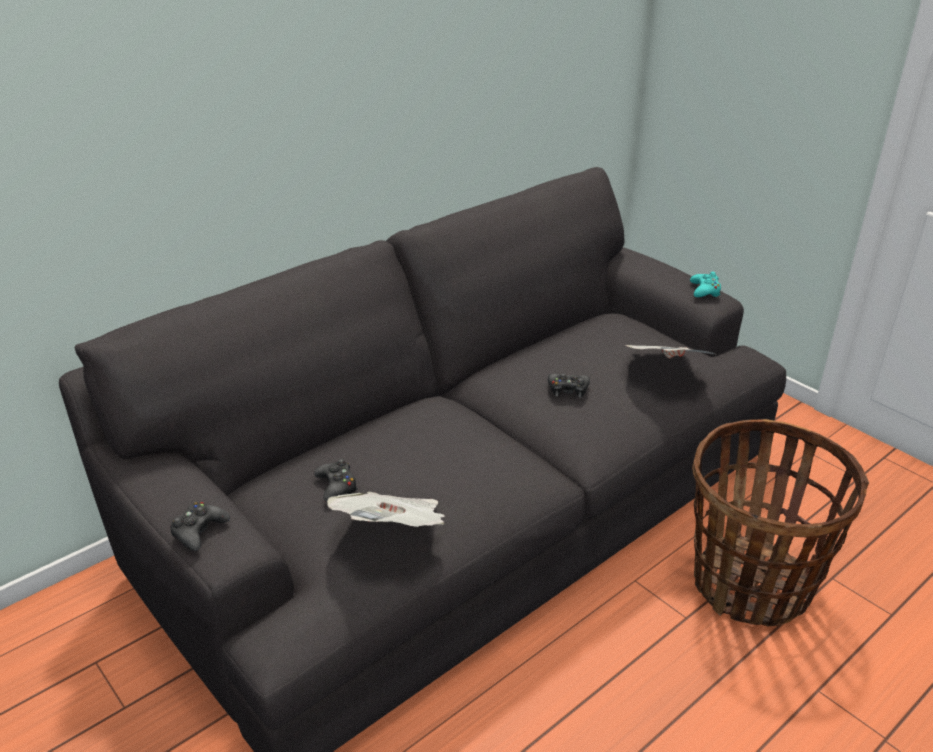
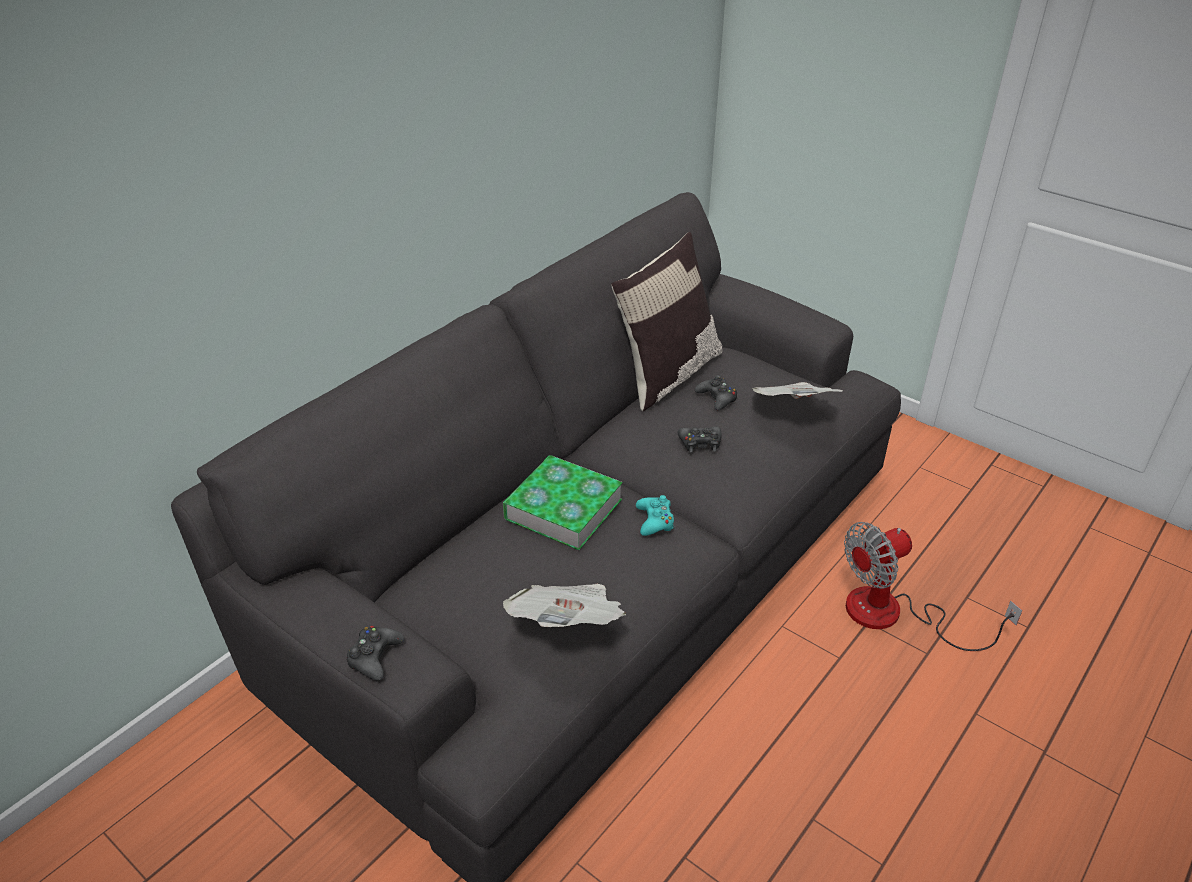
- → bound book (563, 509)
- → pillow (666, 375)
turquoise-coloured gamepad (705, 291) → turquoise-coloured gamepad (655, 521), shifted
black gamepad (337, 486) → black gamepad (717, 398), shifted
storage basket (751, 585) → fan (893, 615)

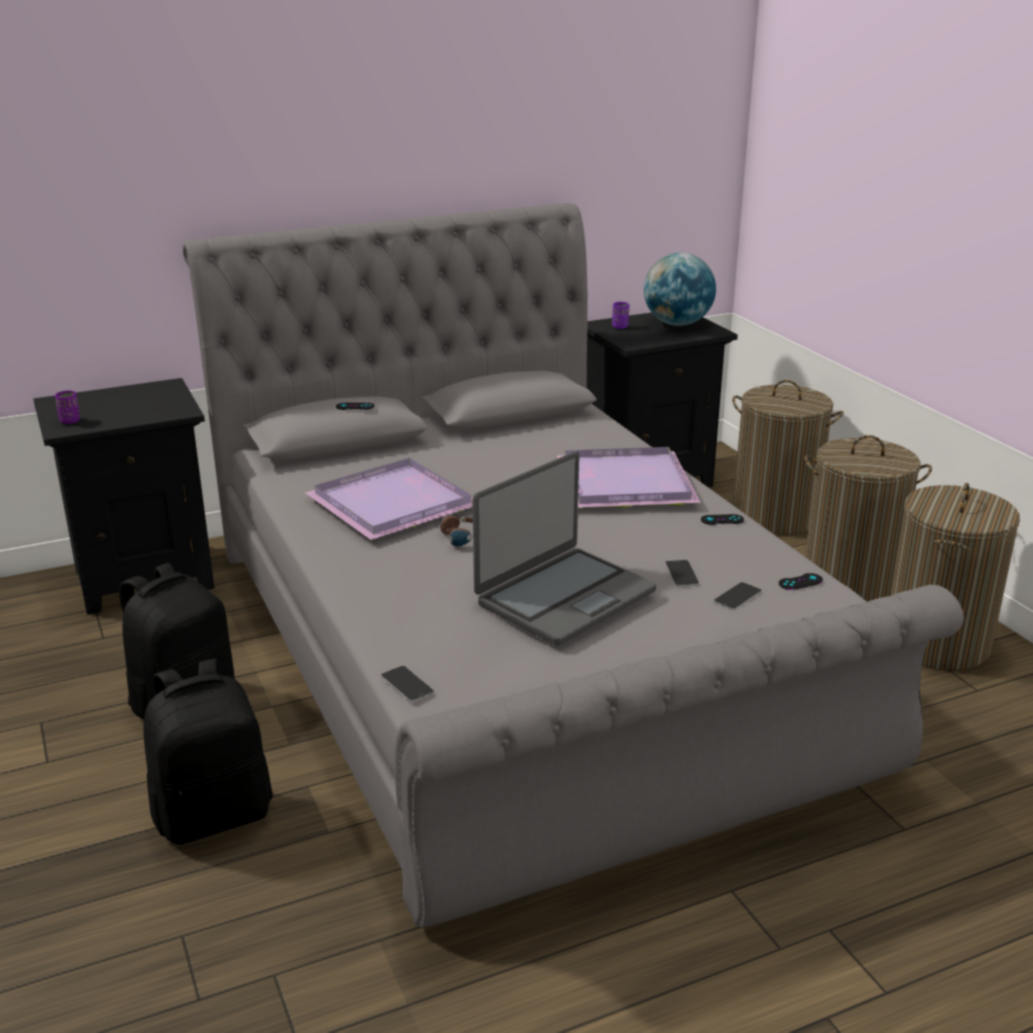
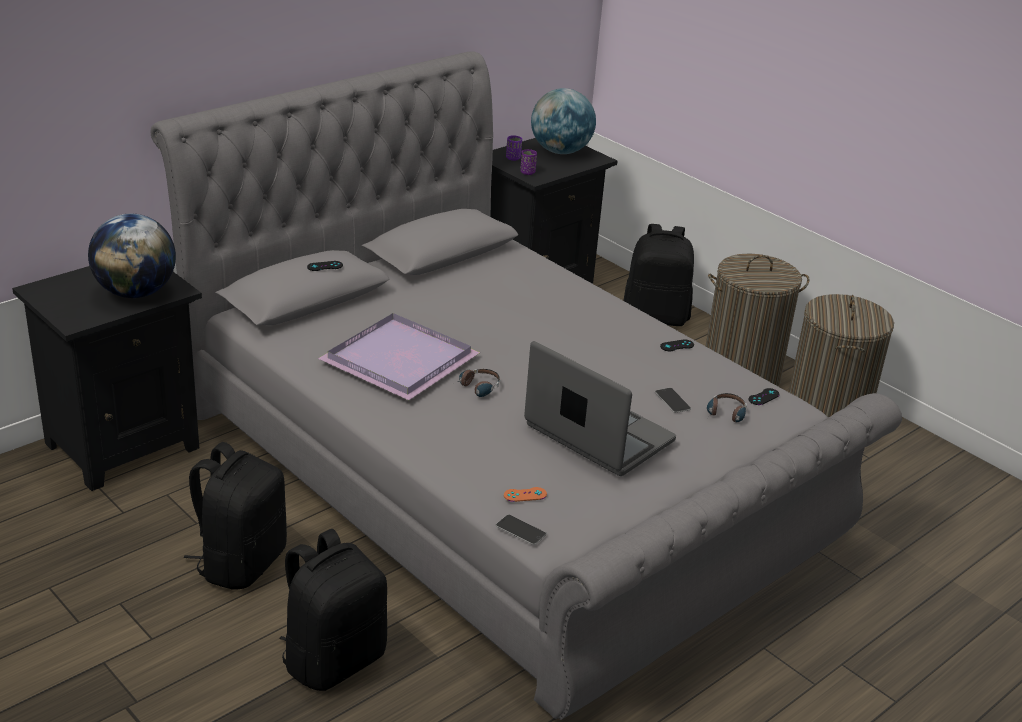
- → world globe (135, 292)
- → orange-coloured gamepad (525, 495)
purple-coloured small cup (70, 421) → purple-coloured small cup (527, 172), shifted
portable computer (564, 596) → portable computer (598, 434), 75 degrees counterclockwise
washing basket (775, 516) → black knapsack (656, 317)
phone (737, 596) → pair of headphones (725, 416)
purple-coloured carrying tray (622, 482) → -

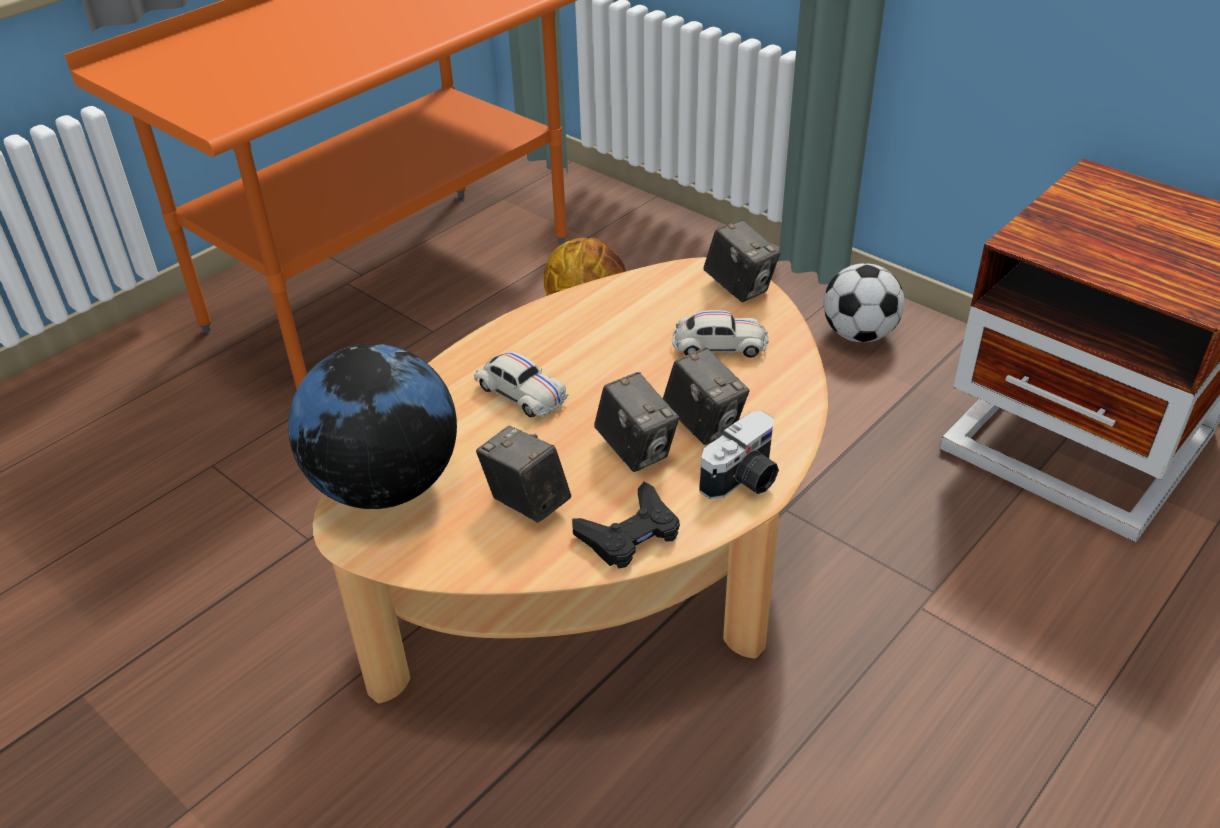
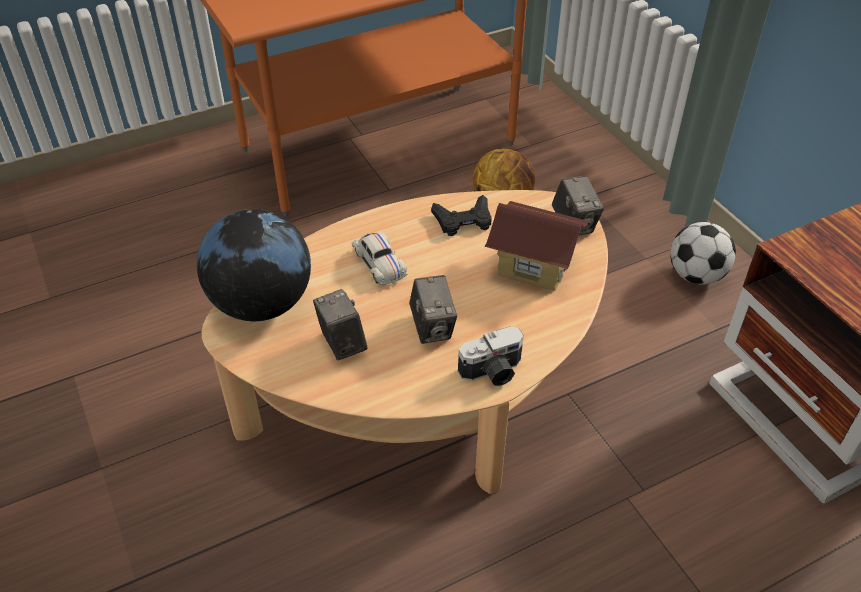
black gamepad (629, 534) → black gamepad (463, 220), shifted
white miniature car (719, 345) → toy house (533, 266)
still camera (703, 424) → -

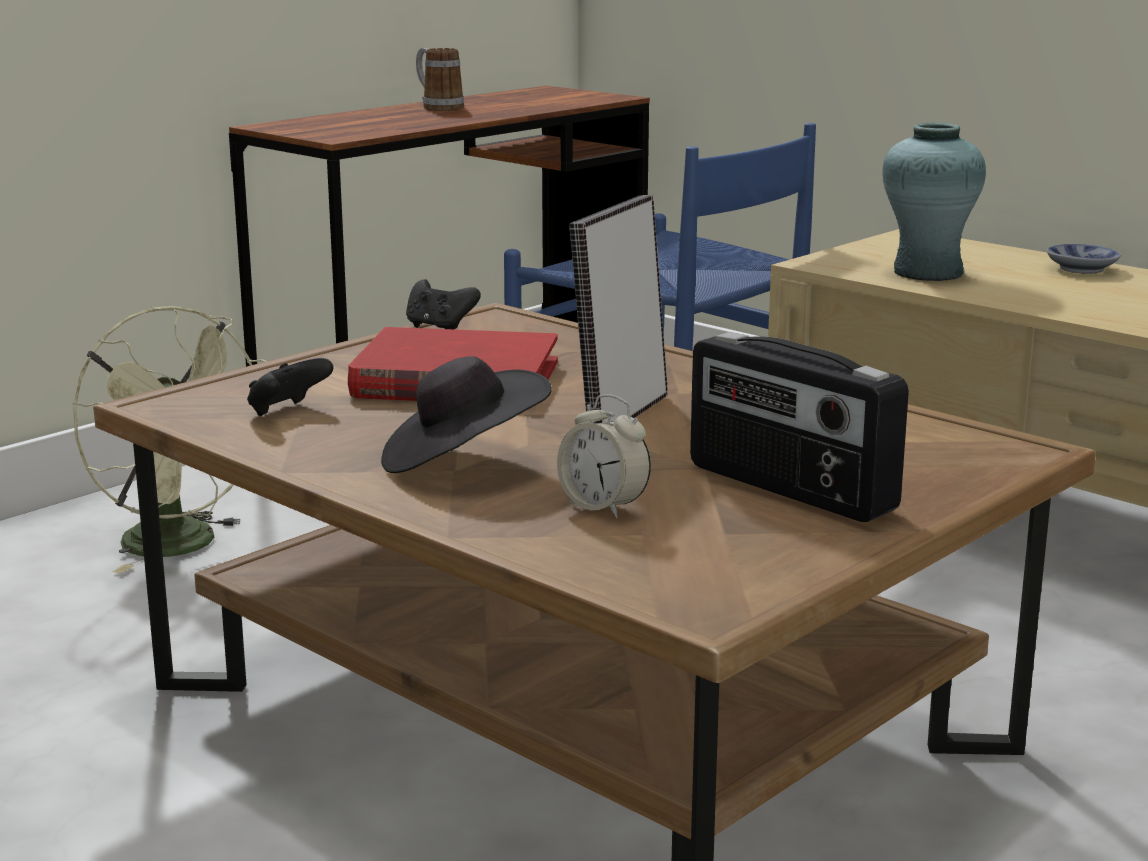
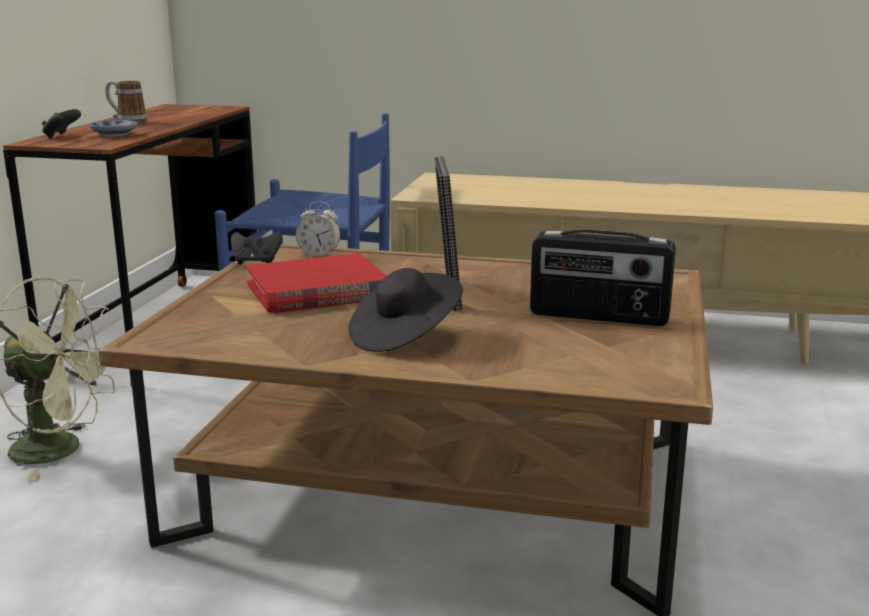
black gamepad (287, 412) → black gamepad (61, 136), shifted
bowl (1082, 269) → bowl (114, 135), shifted
bedside clock (603, 507) → bedside clock (319, 255), shifted
turquoise-coloured decorative vase (927, 273) → -

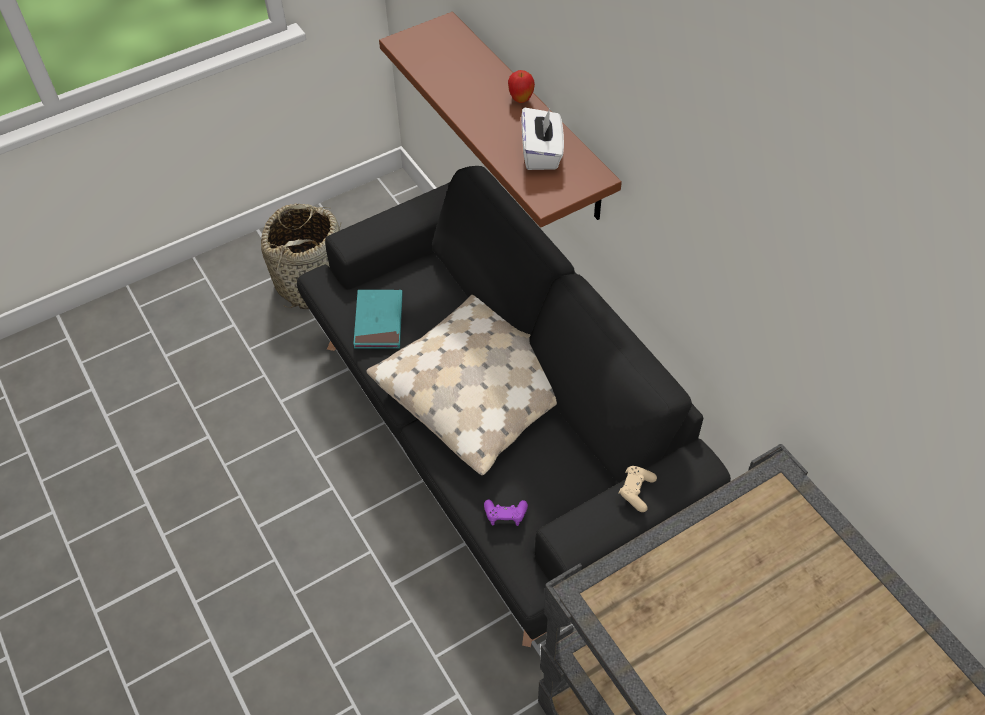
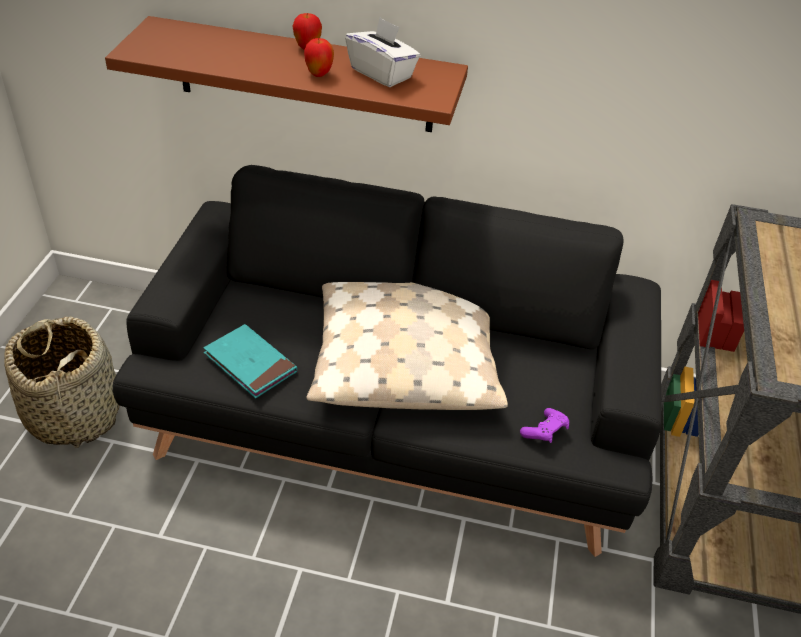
- → apple fruit (319, 74)
beige gamepad (636, 491) → -

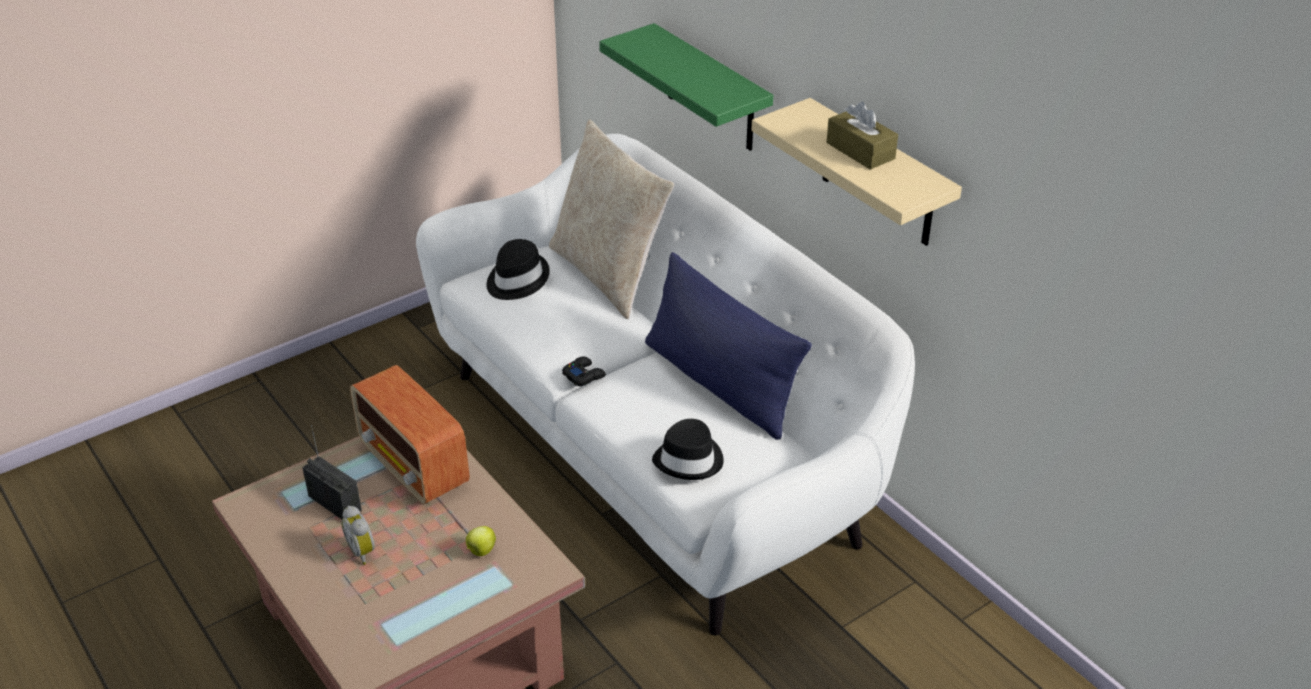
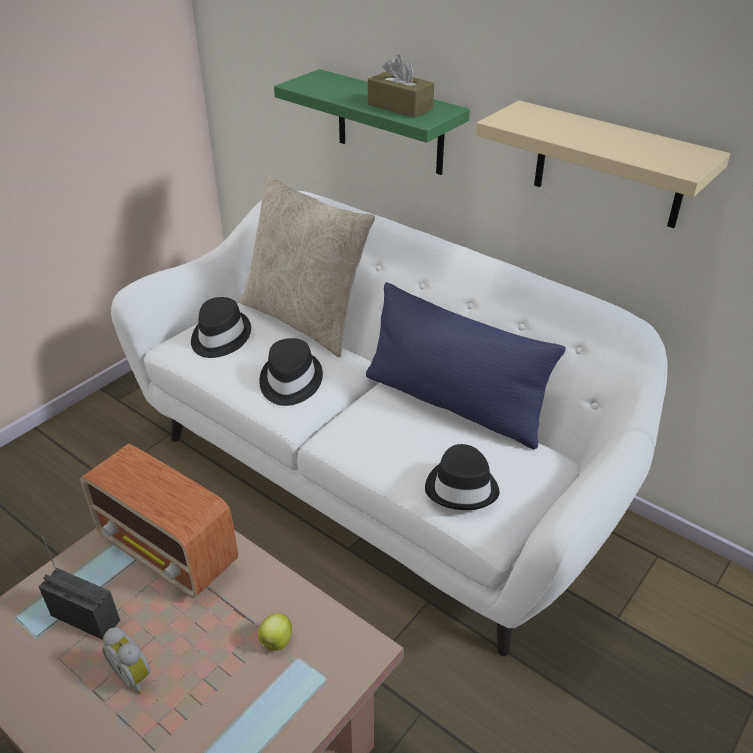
- → black hat (289, 381)
brown-coloured box of tissues (860, 151) → brown-coloured box of tissues (400, 107), shifted
black gamepad (584, 375) → -

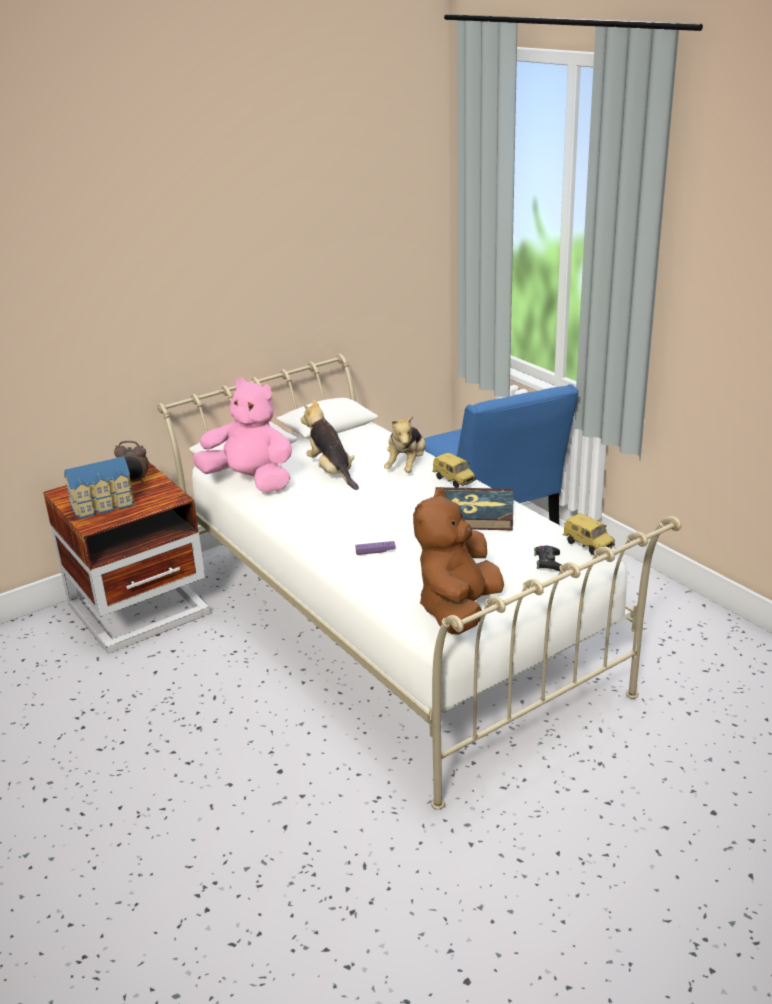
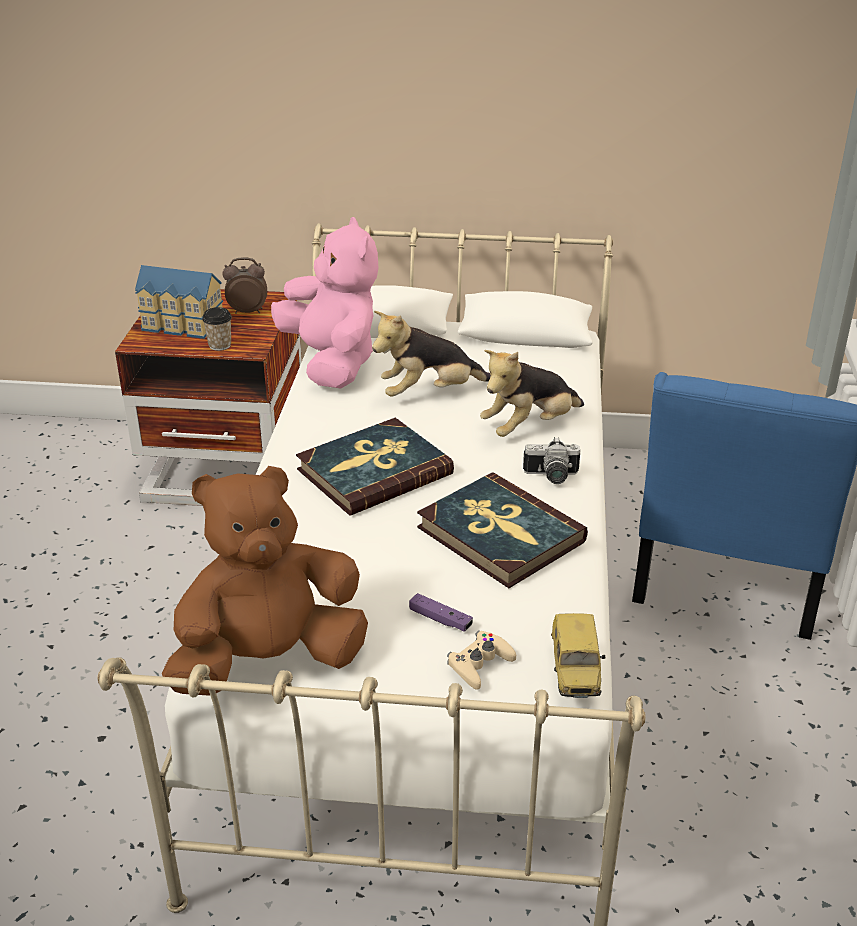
- → small cup (220, 345)
bedside clock (134, 481) → bedside clock (247, 311), 135 degrees clockwise
- → bound book (374, 471)
soft toy (332, 472) → soft toy (429, 393), 120 degrees counterclockwise
purple-coloured gamepad (375, 552) → purple-coloured gamepad (440, 619), shifted
black gamepad (548, 562) → beige gamepad (480, 664)
miniature car (455, 481) → still camera (551, 477)

